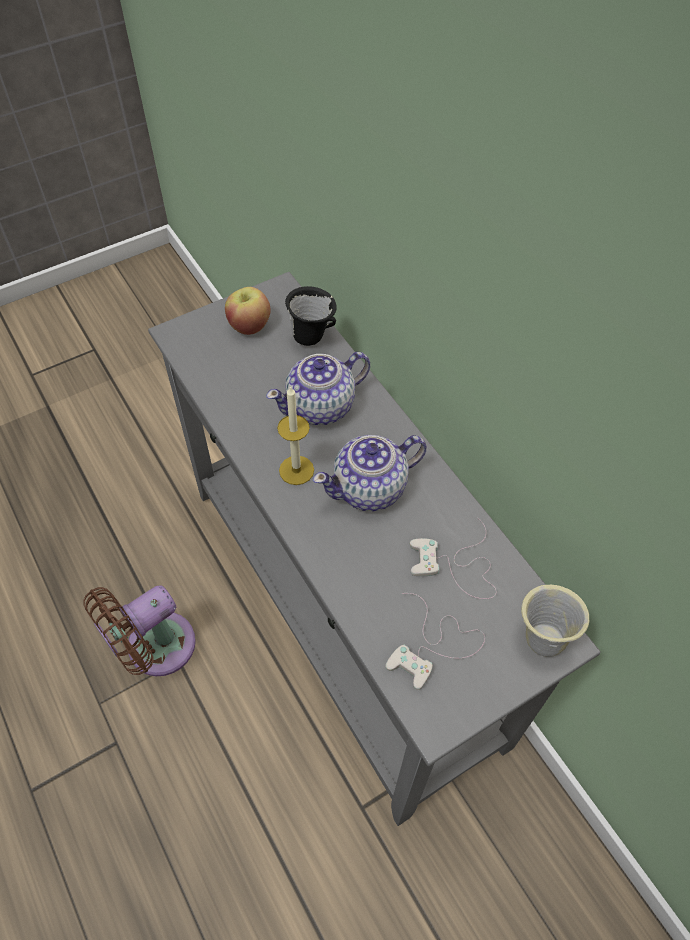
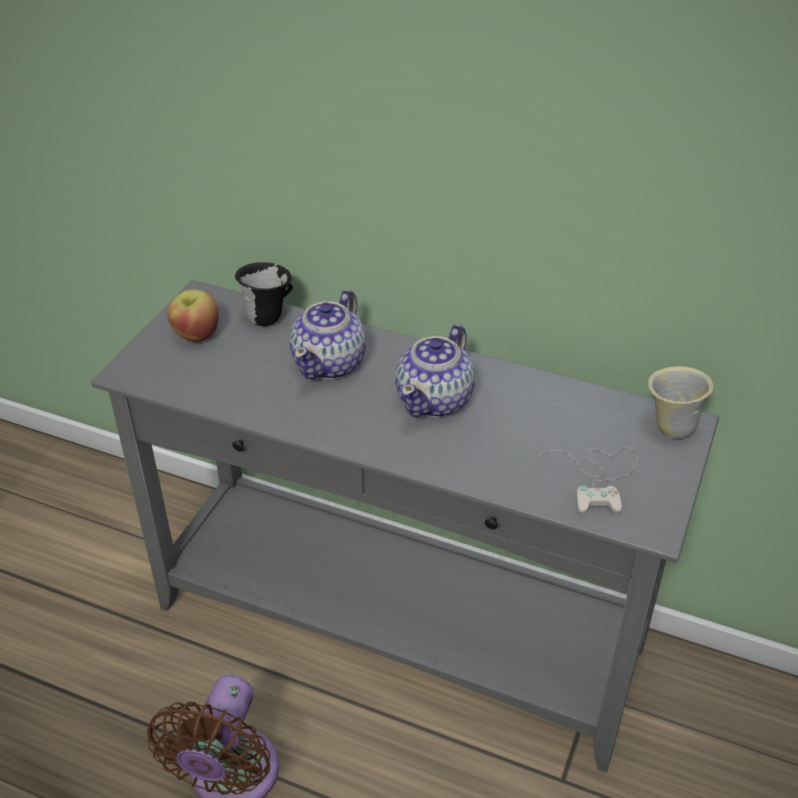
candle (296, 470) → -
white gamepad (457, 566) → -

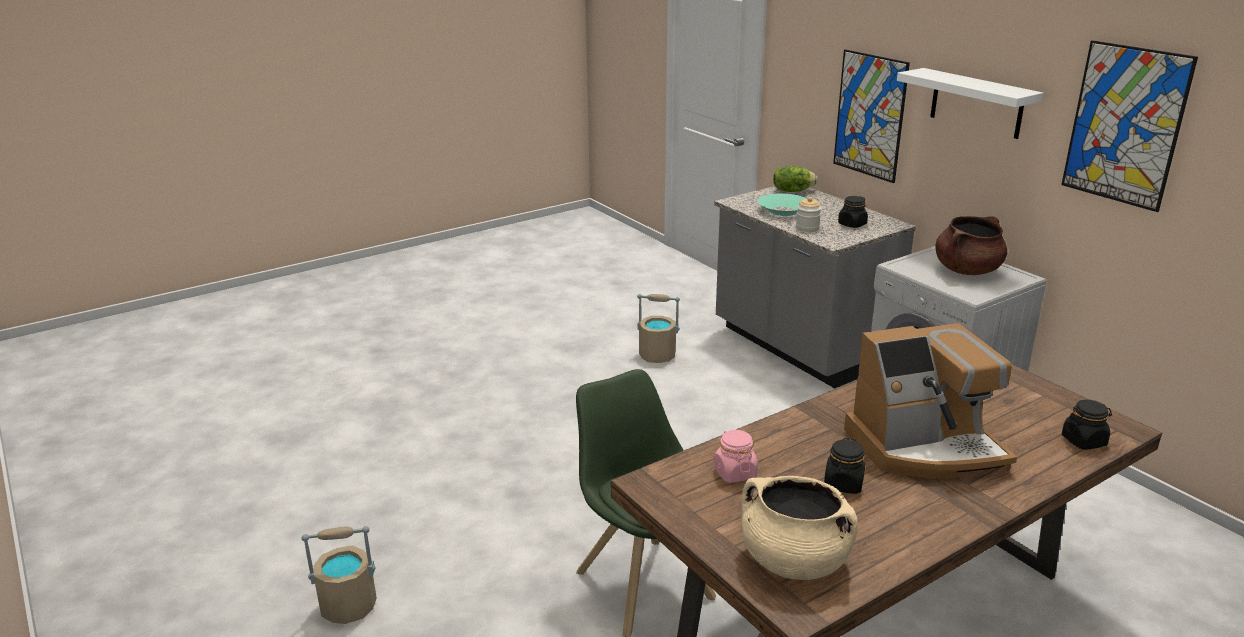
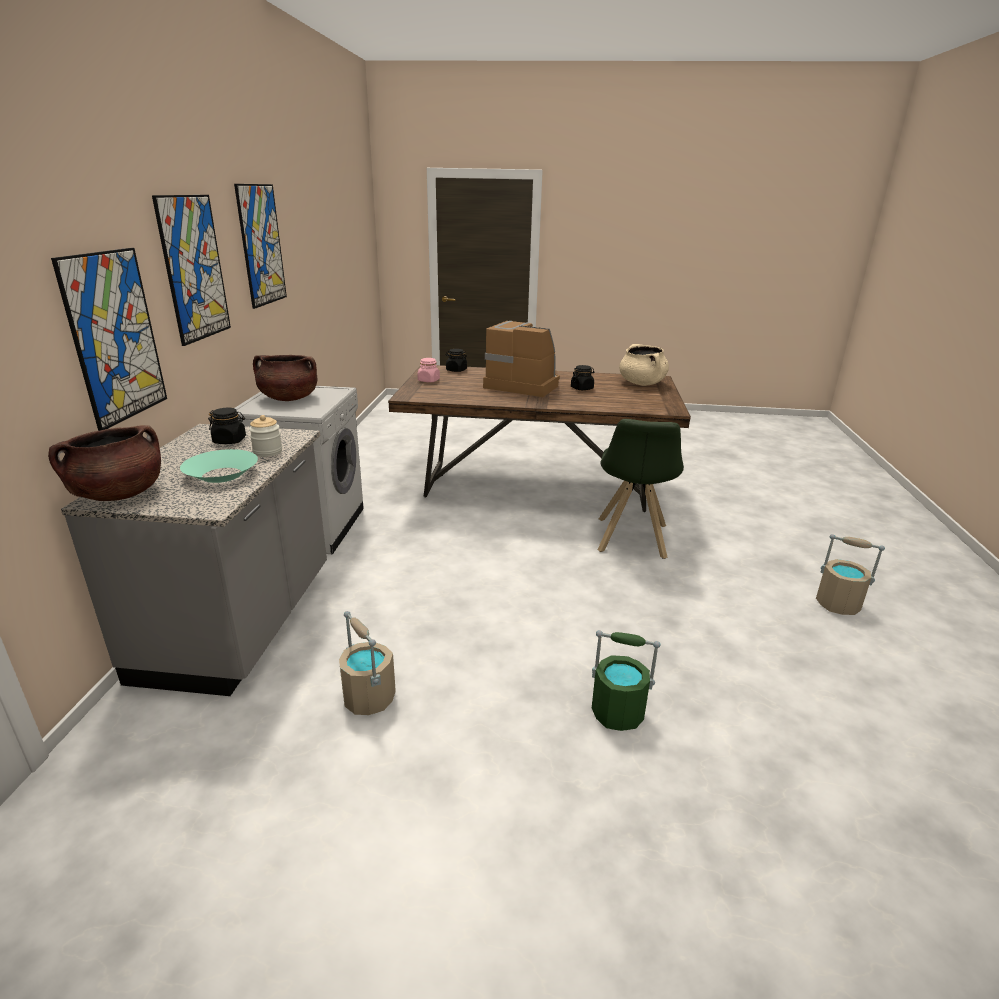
lettuce head (792, 190) → brown-coloured stockpot (119, 494)
white wall shelf (976, 103) → wall picture (194, 268)
pink-coloured preserve jar (734, 473) → pink-coloured preserve jar (428, 380), shifted
- → green bucket (618, 713)

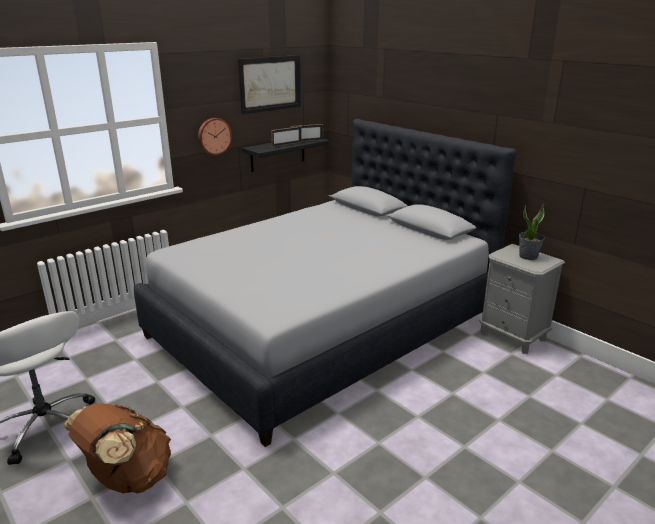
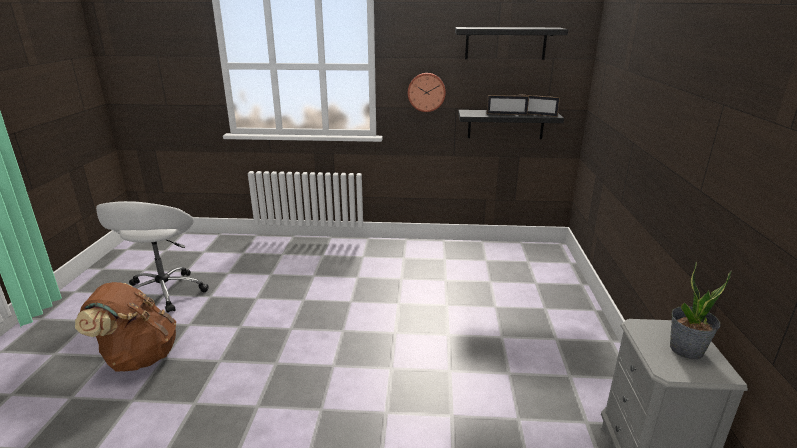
wall picture (270, 83) → black wall shelf (505, 43)
greyish bed (324, 326) → -

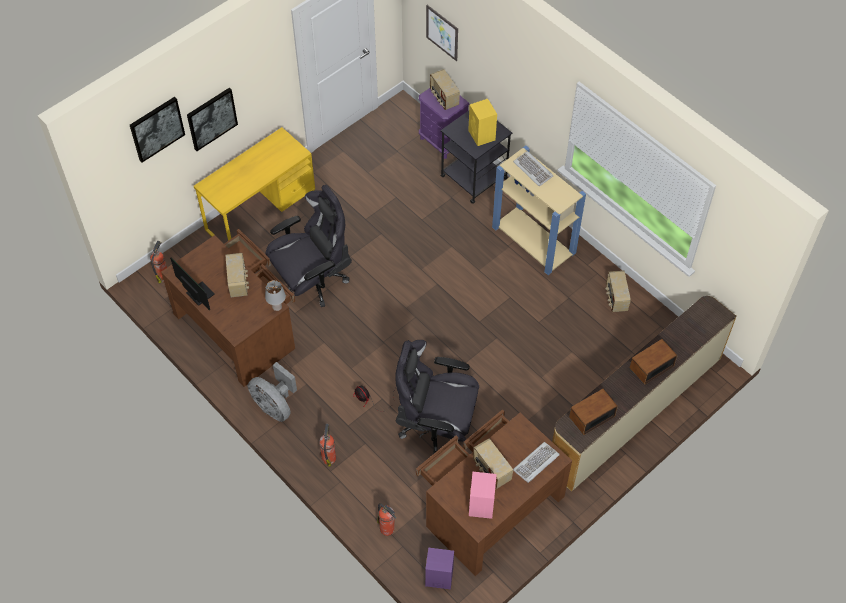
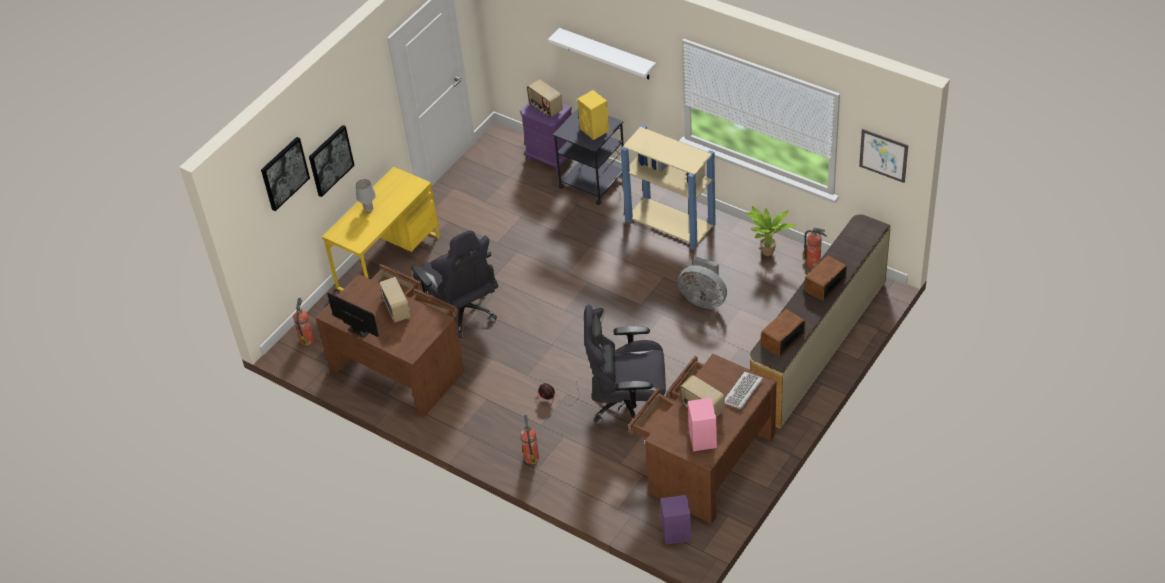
greyish lamp for a table (276, 307) → greyish lamp for a table (368, 209), shifted
black computer chair (311, 282) → black computer chair (461, 310), 105 degrees clockwise
- → white wall shelf (607, 54)
greyish fan (275, 406) → greyish fan (703, 299), shifted
radio (615, 298) → potted plant (767, 254)
fire extinguisher (387, 529) → fire extinguisher (814, 263), shifted
wall picture (442, 32) → wall picture (883, 155), shifted
keyboard (533, 169) → -

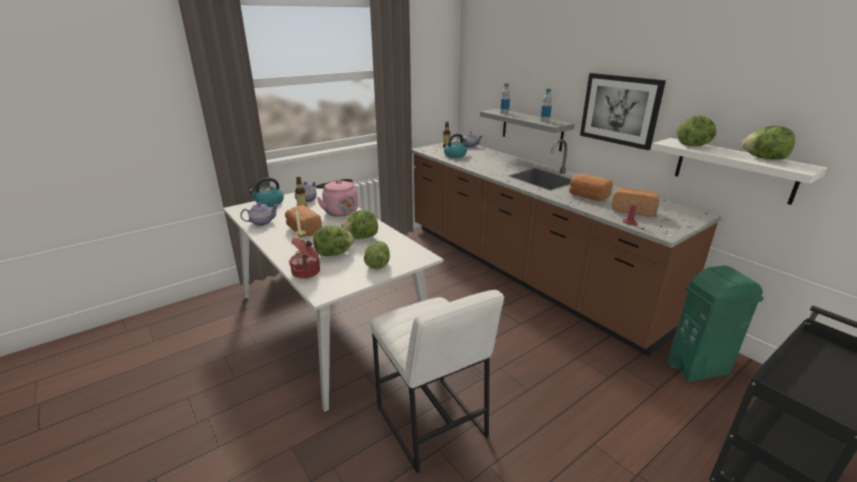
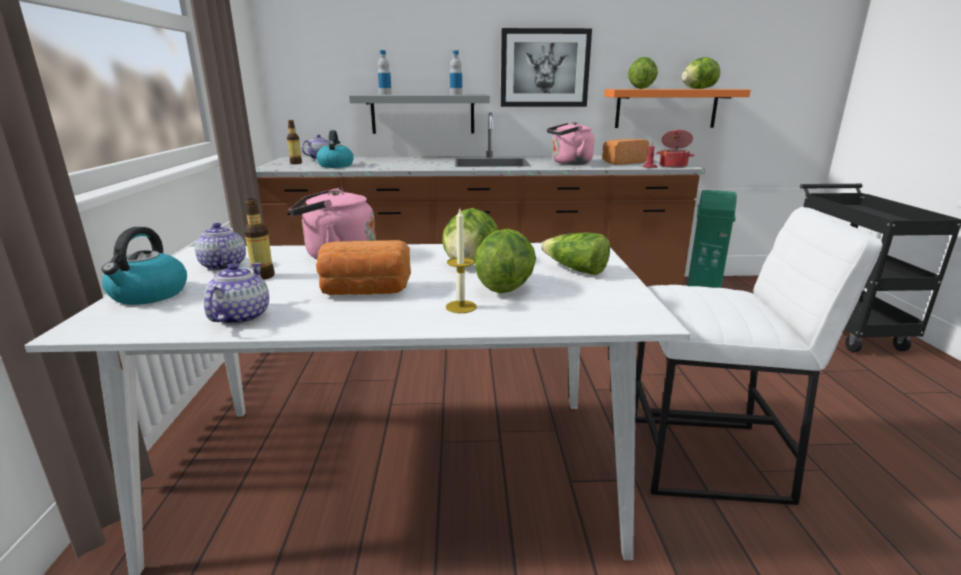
bread (587, 197) → pink-coloured kettle (569, 163)
white wall shelf (734, 170) → orange-coloured wall shelf (666, 108)
stockpot (307, 272) → stockpot (673, 166), shifted

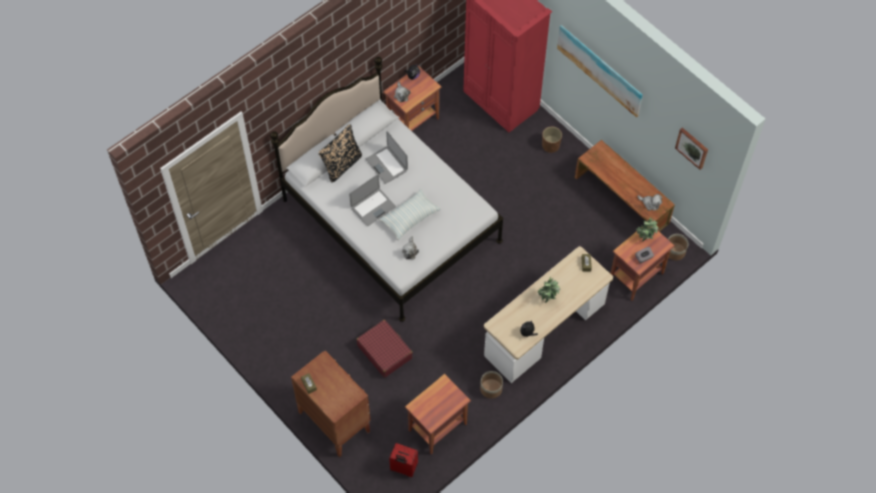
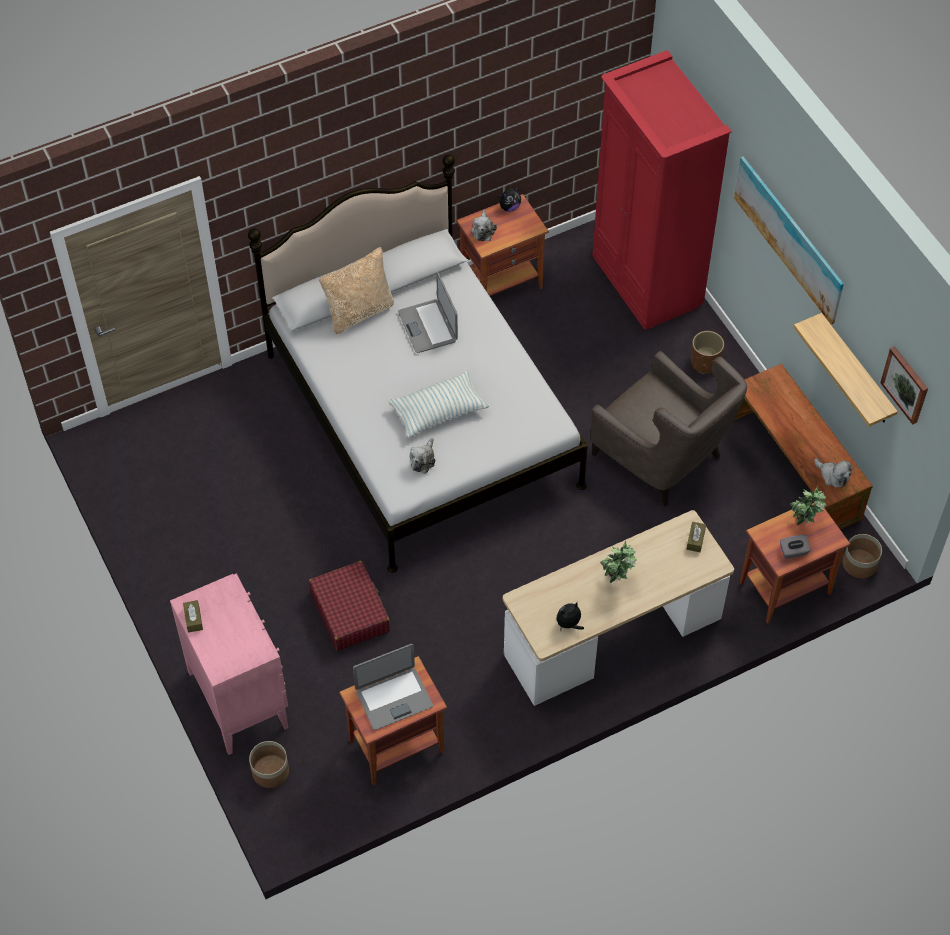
brown-coloured drawer chest (335, 421) → pink-coloured drawer chest (239, 698)
planter (491, 388) → planter (270, 771), shifted
black pillow (342, 165) → beige pillow (360, 313)
portable computer (373, 207) → portable computer (393, 698), shifted
- → greyish lounge chair (662, 458)
- → wall shelf (856, 371)
reddish suitcase (403, 468) → -

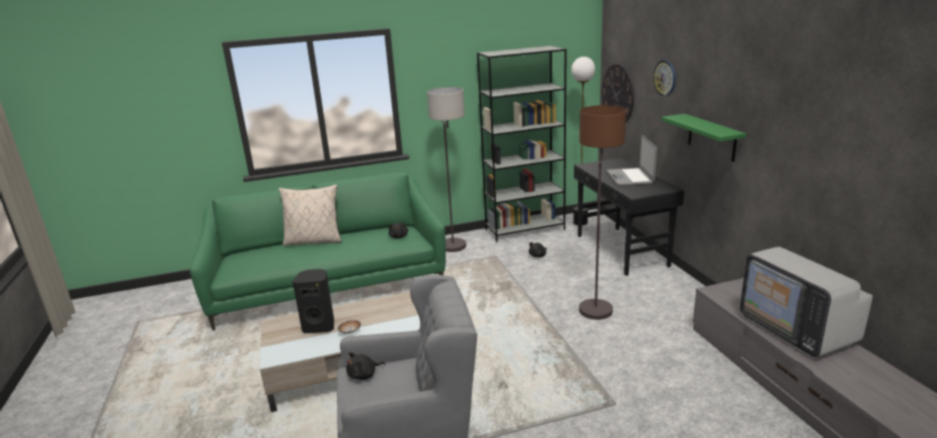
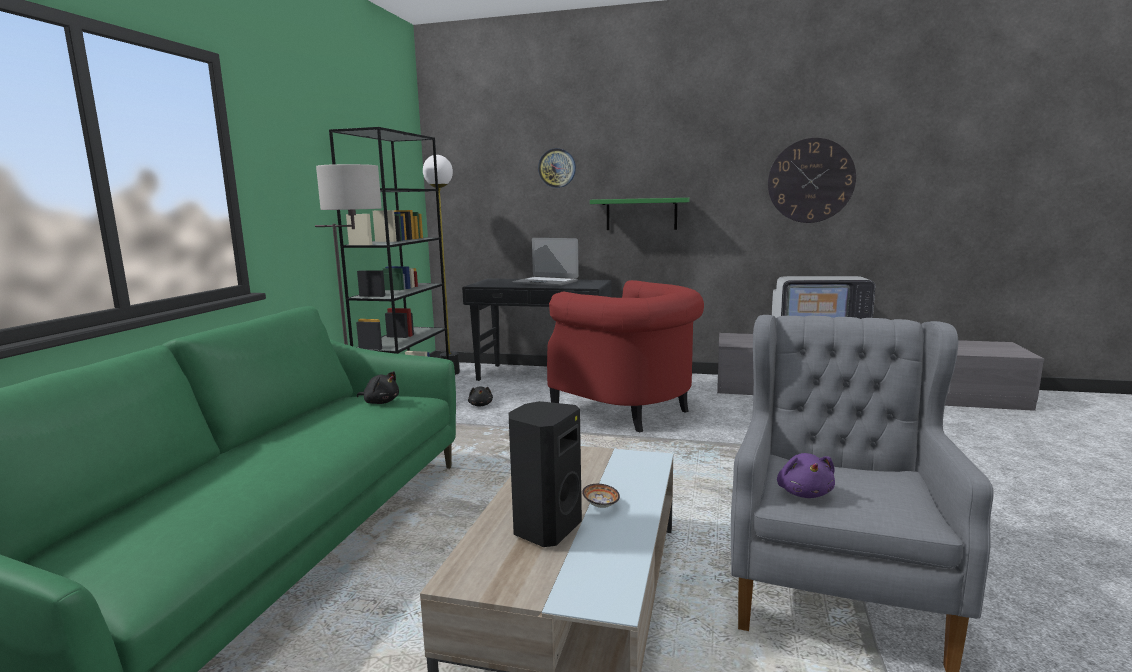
brown-coloured standard lamp (596, 305) → reddish lounge chair (628, 411)
hanging clock (618, 94) → hanging clock (811, 180), shifted
black soft toy (364, 375) → purple-coloured soft toy (804, 493)
beige pillow (314, 241) → -

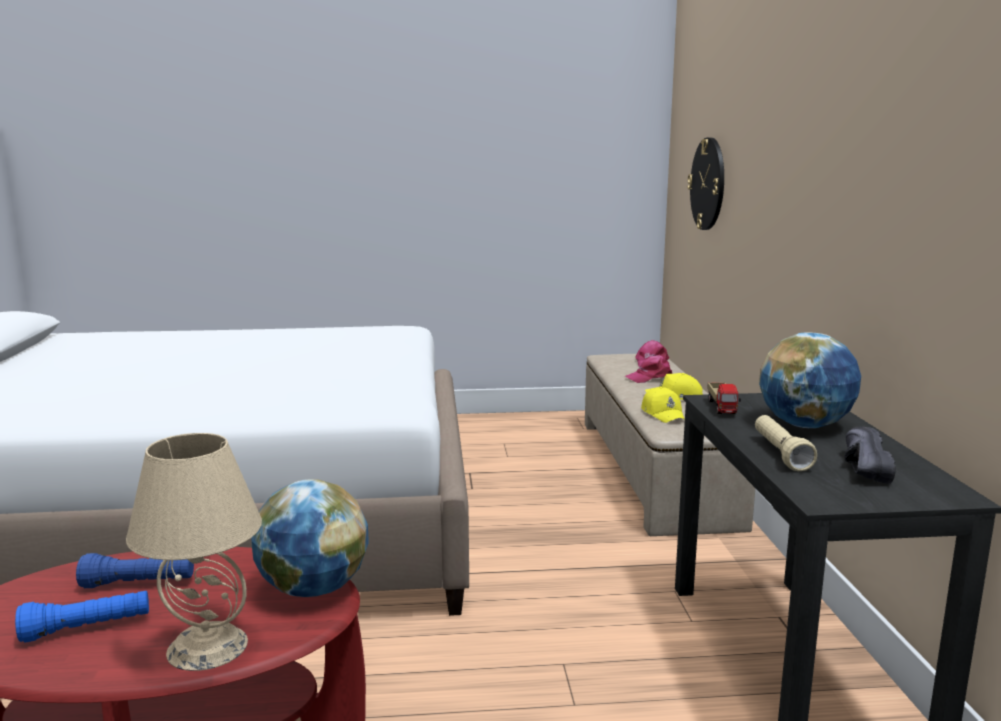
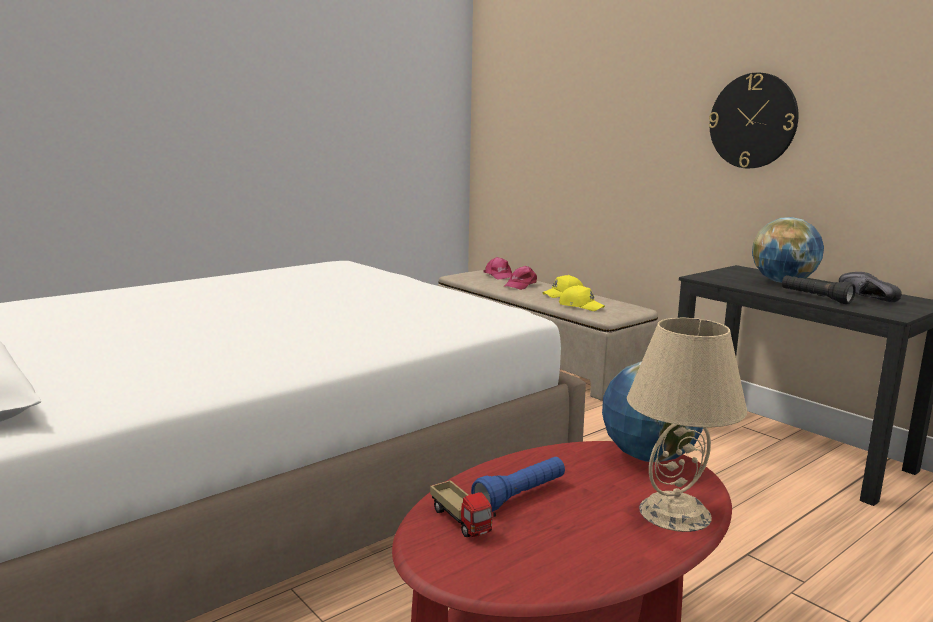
toy truck (722, 408) → toy truck (461, 521), shifted
hanging clock (708, 184) → hanging clock (753, 121), shifted
beige torch (780, 454) → black torch (815, 298)
bluish torch (87, 629) → -

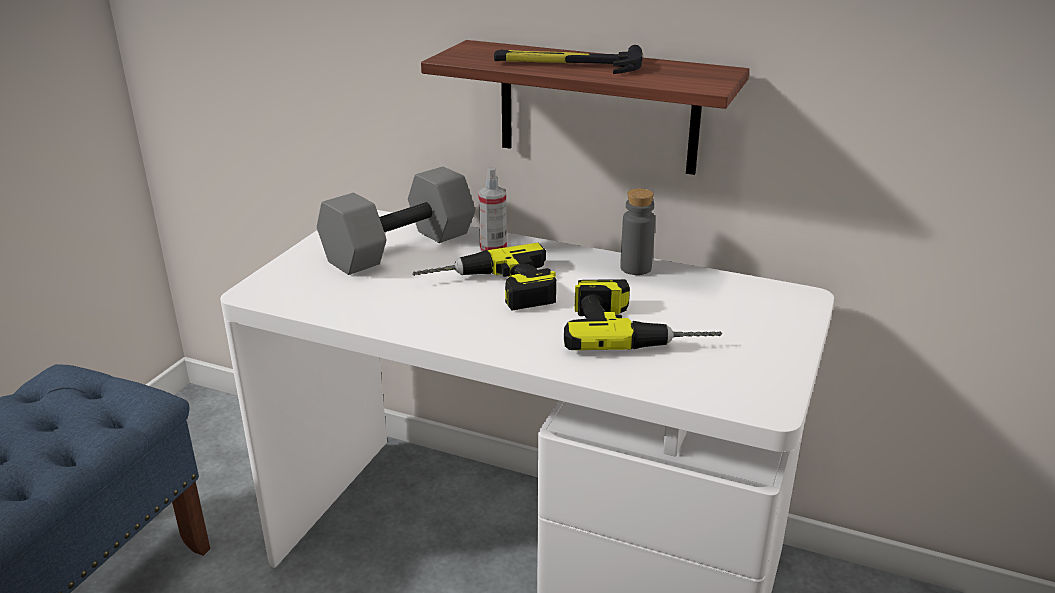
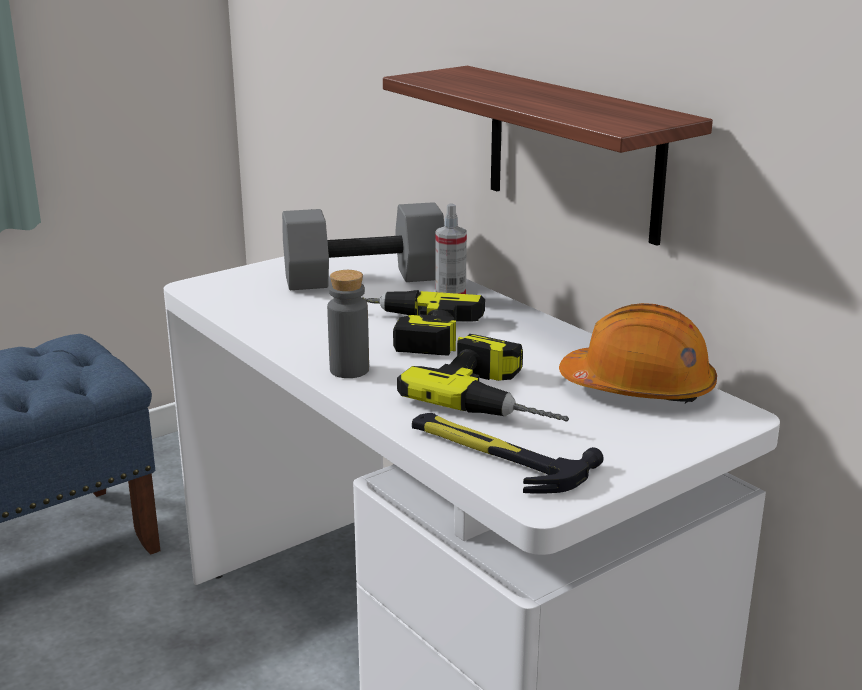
greyish bottle (635, 268) → greyish bottle (349, 370), shifted
hammer (567, 64) → hammer (495, 455), shifted
- → orange-coloured work helmet (638, 388)

